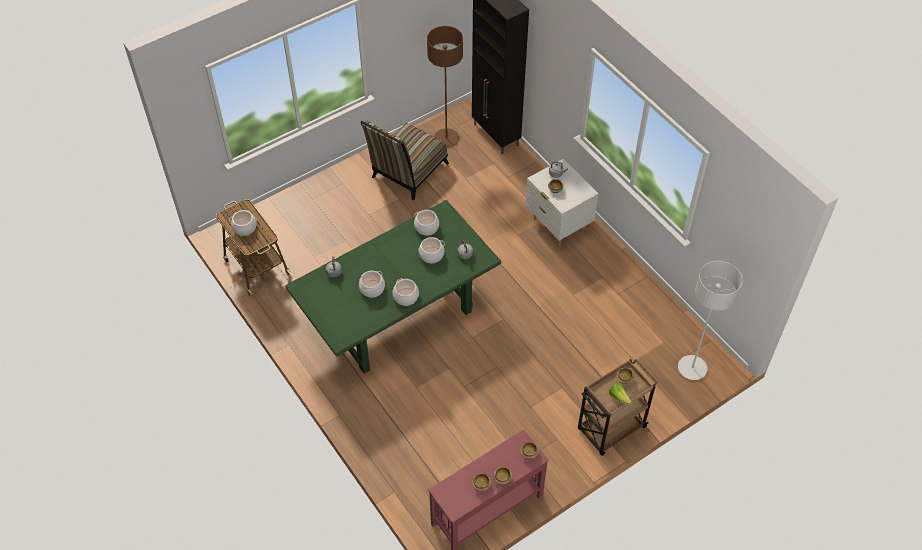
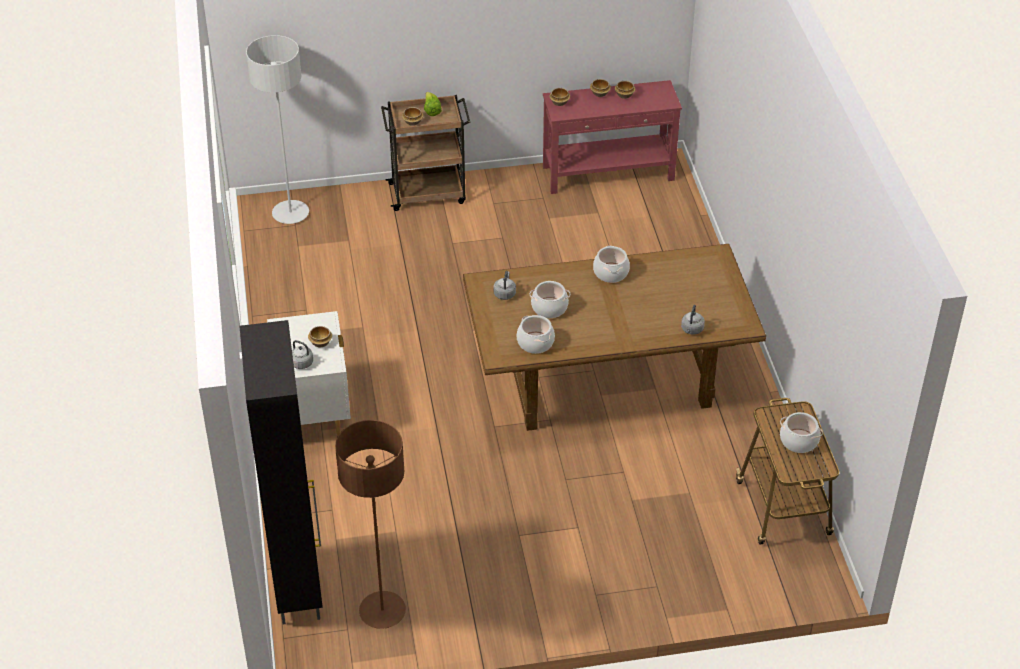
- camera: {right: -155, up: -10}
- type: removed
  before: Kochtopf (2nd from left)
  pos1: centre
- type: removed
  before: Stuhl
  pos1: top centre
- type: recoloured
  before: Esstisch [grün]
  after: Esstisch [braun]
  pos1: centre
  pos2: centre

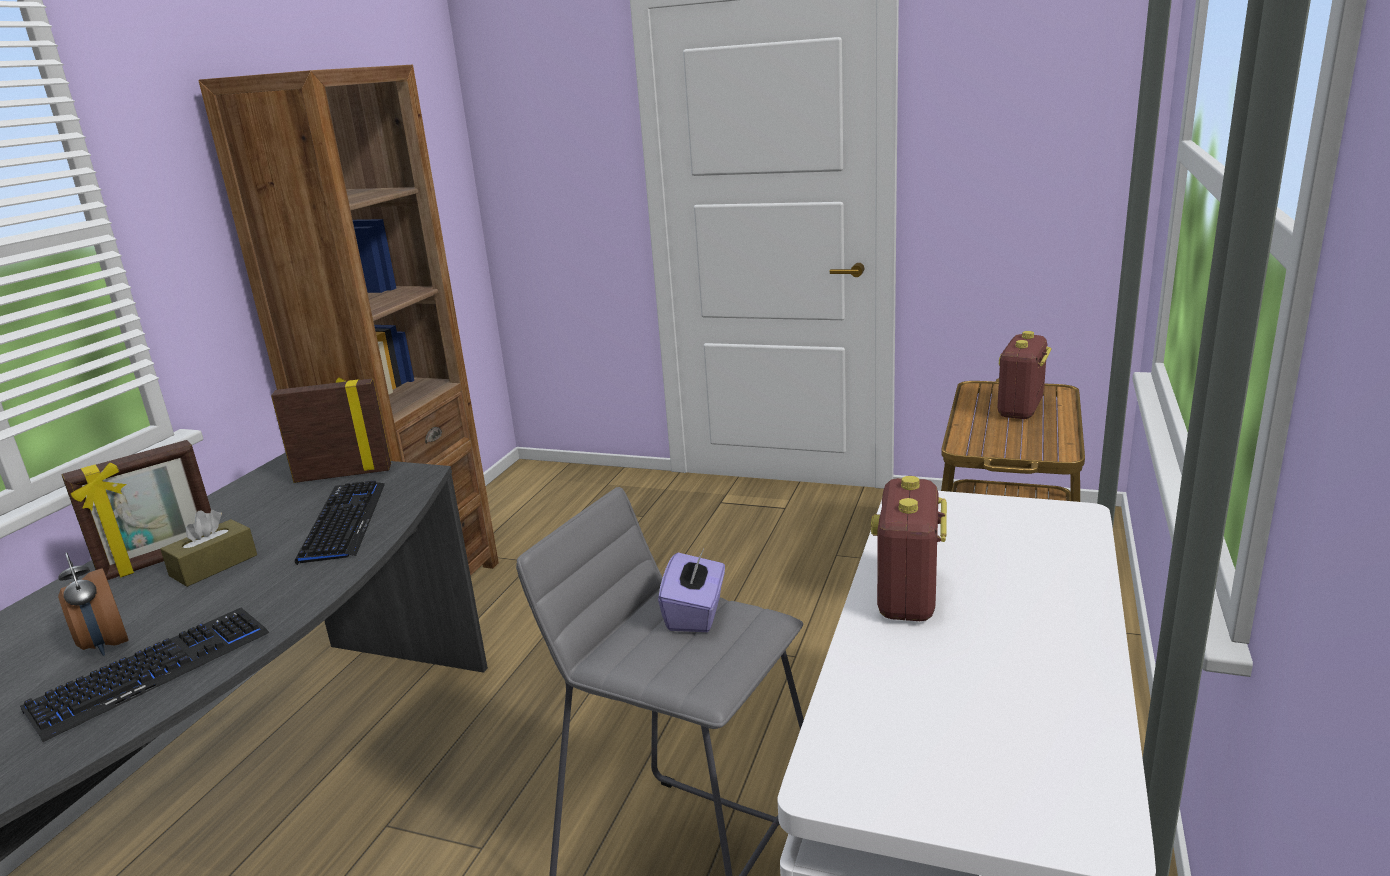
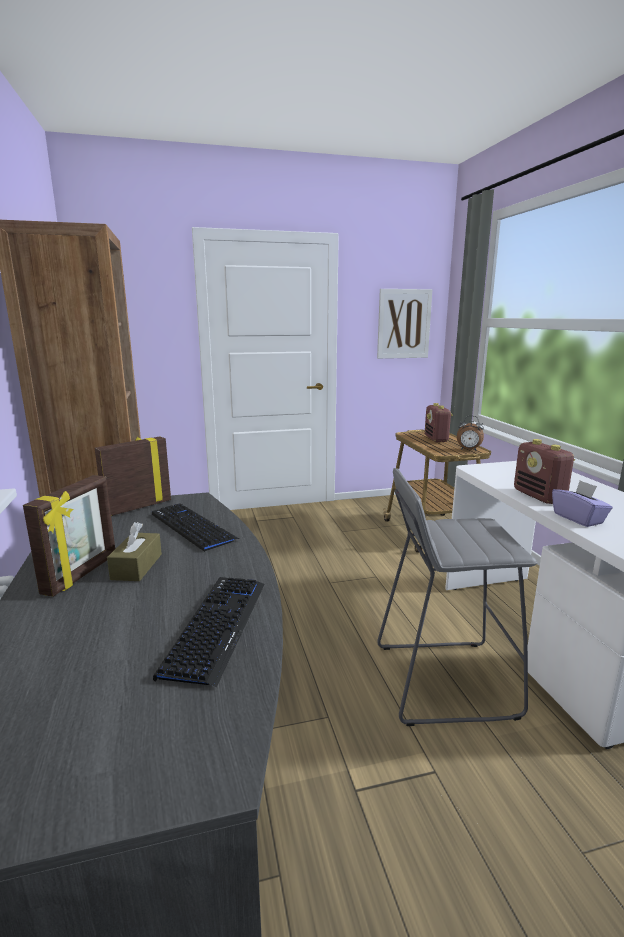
- camera: {right: -35, up: -5}
- type: added
  after: Bild
  pos2: centre
- type: moved
  before: Wecker
  pos1: bottom left
  pos2: middle right
- type: moved
  before: Taschentuchbox [lila]
  pos1: bottom centre
  pos2: middle right

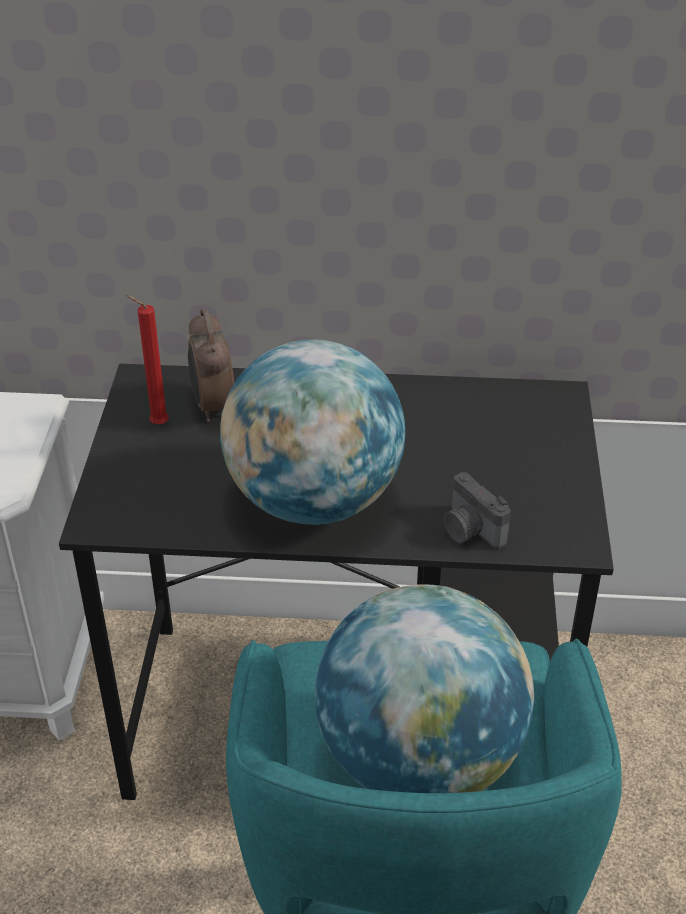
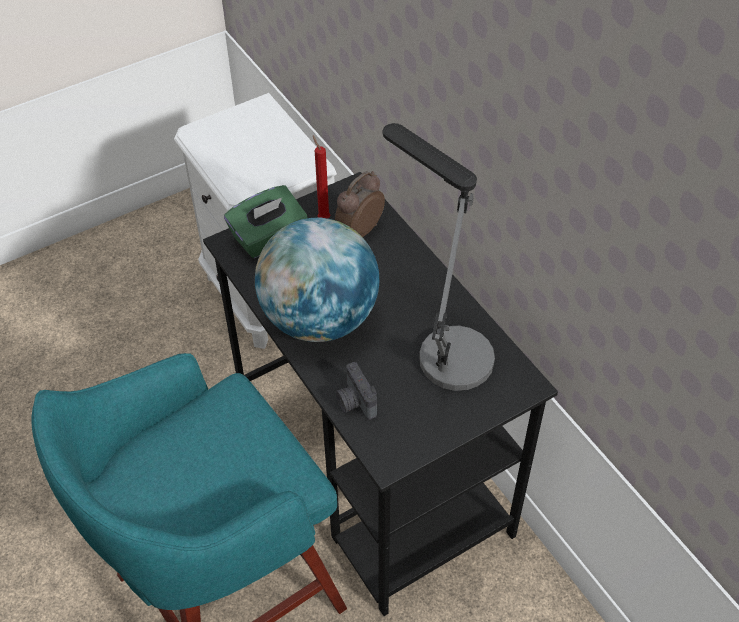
- camera: {right: 55, up: 10}
- type: removed
  before: Globus (2nd from left)
  pos1: bottom centre
- type: added
  after: Taschentuchbox [grün]
  pos2: centre
- type: added
  after: Tischlampe
  pos2: centre
- type: turned
  before: Kamera
  pos1: middle right
  pos2: centre
  turn: -45

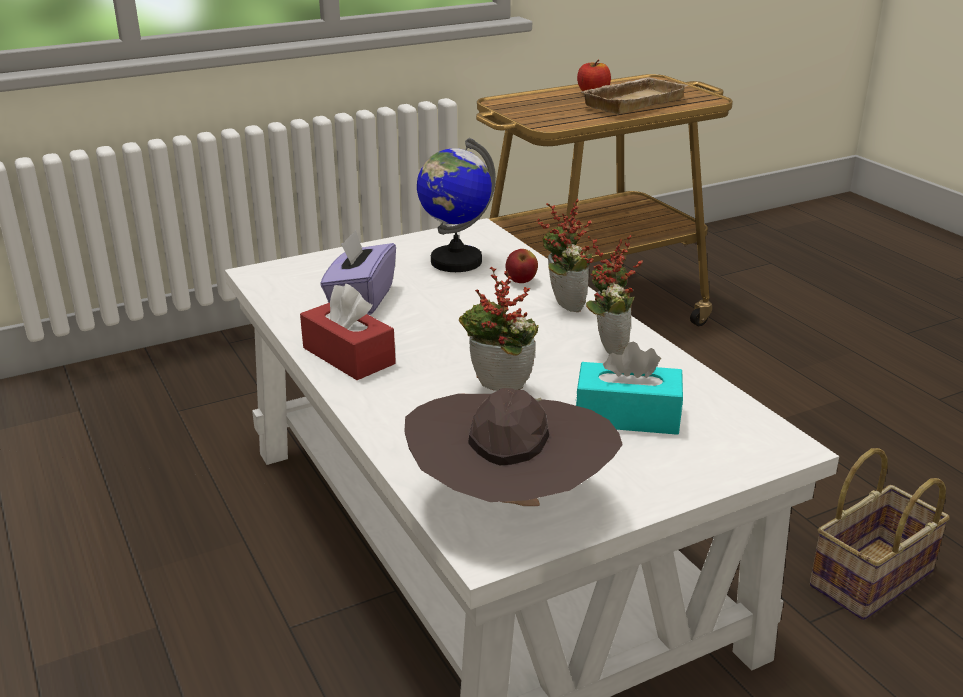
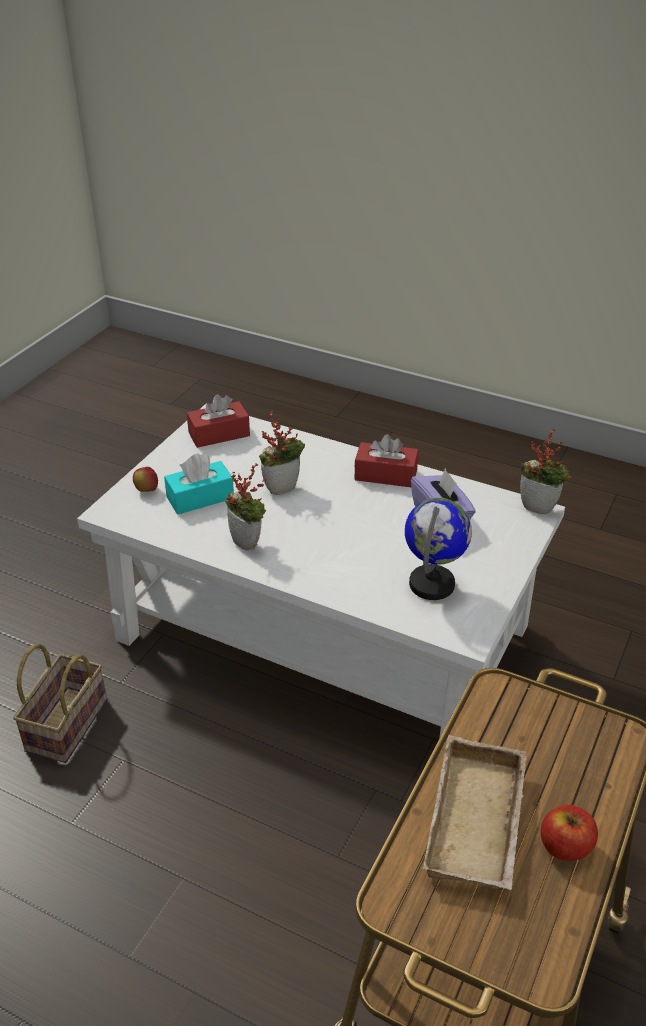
- camera: {right: 145, up: 10}
- type: moved
  before: Apfel (1st from left)
  pos1: centre
  pos2: middle left
- type: moved
  before: Topfpflanze (2nd from left in the first image)
  after: Topfpflanze (3rd from left)
  pos1: centre
  pos2: middle right
- type: replaced
  before: Hut [braun]
  after: Taschentuchbox [rot] (1st from left)
  pos1: centre
  pos2: centre

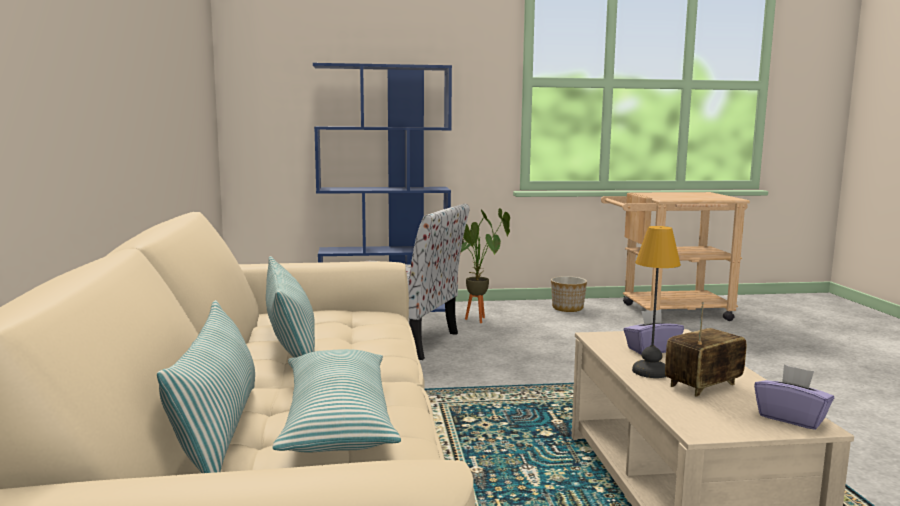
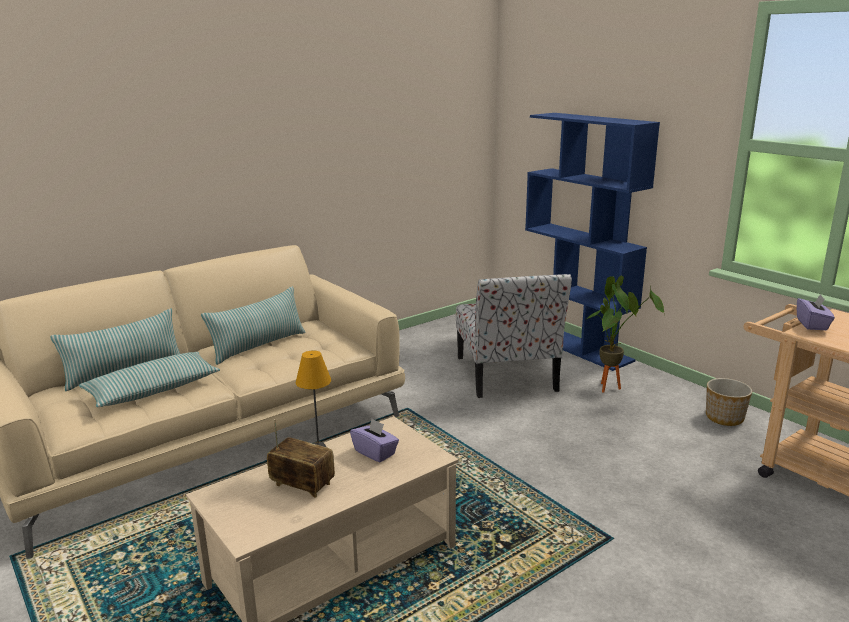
- camera: {right: 60, up: 10}
- type: moved
  before: Taschentuchbox [lila] (2nd from left)
  pos1: bottom right
  pos2: middle right

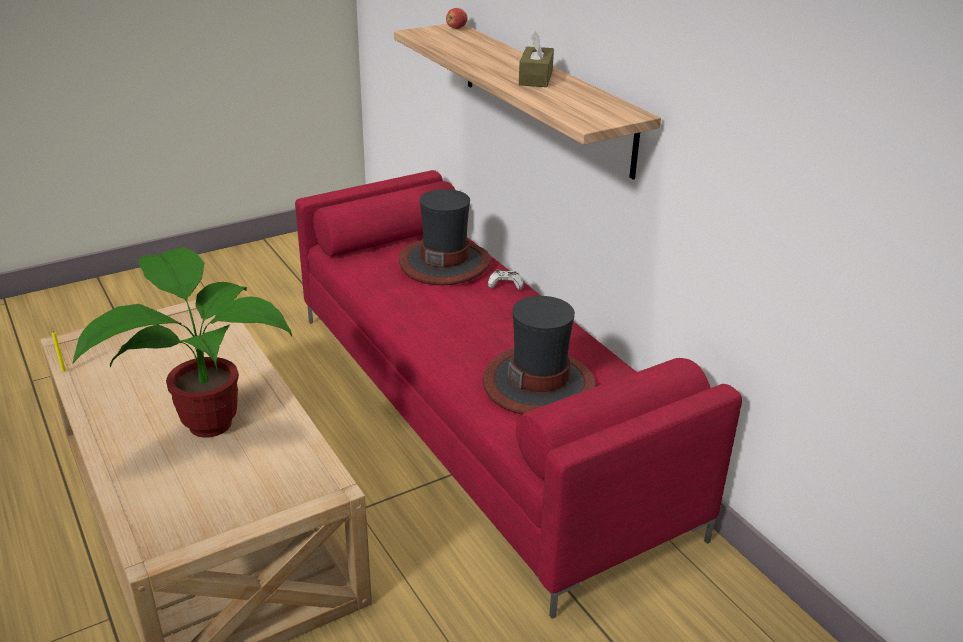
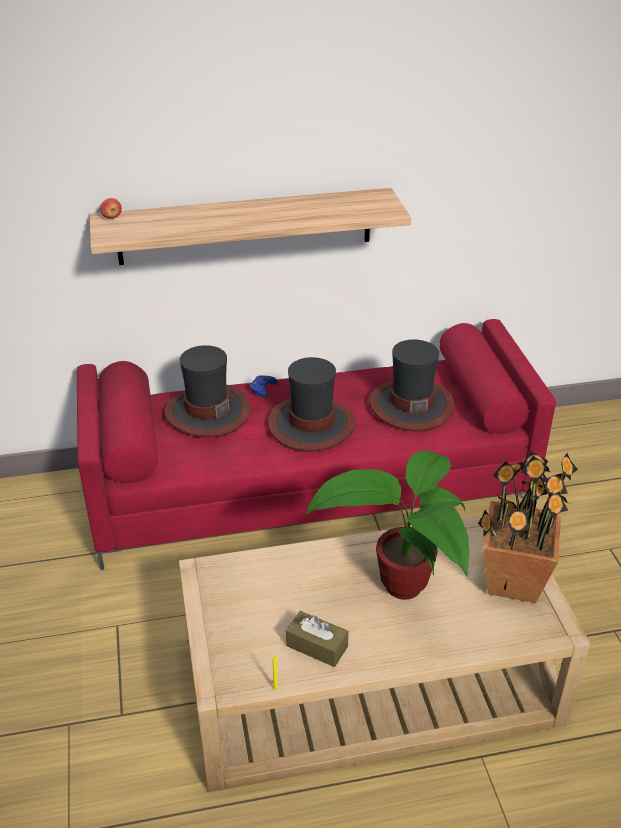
- camera: {right: -70, up: 5}
- type: added
  after: Hut (2nd from left)
  pos2: centre
- type: added
  after: Topfpflanze (2nd from left)
  pos2: middle right
- type: moved
  before: Taschentuchbox [braun]
  pos1: top centre
  pos2: bottom centre
- type: recoloured
  before: Gamepad [weiß]
  after: Gamepad [blau]
  pos1: centre
  pos2: centre

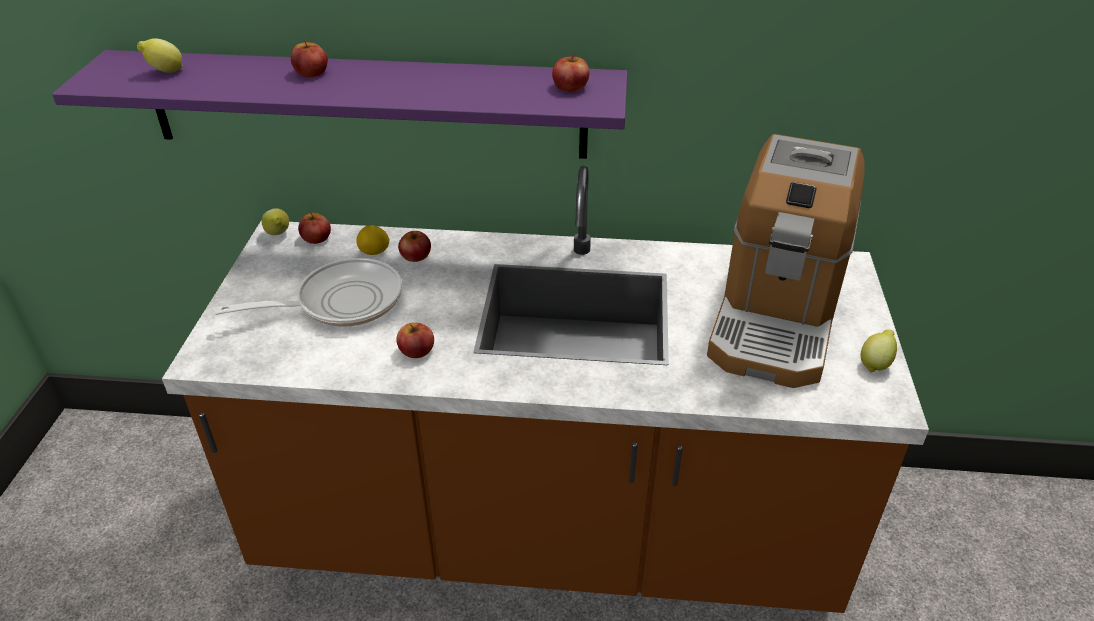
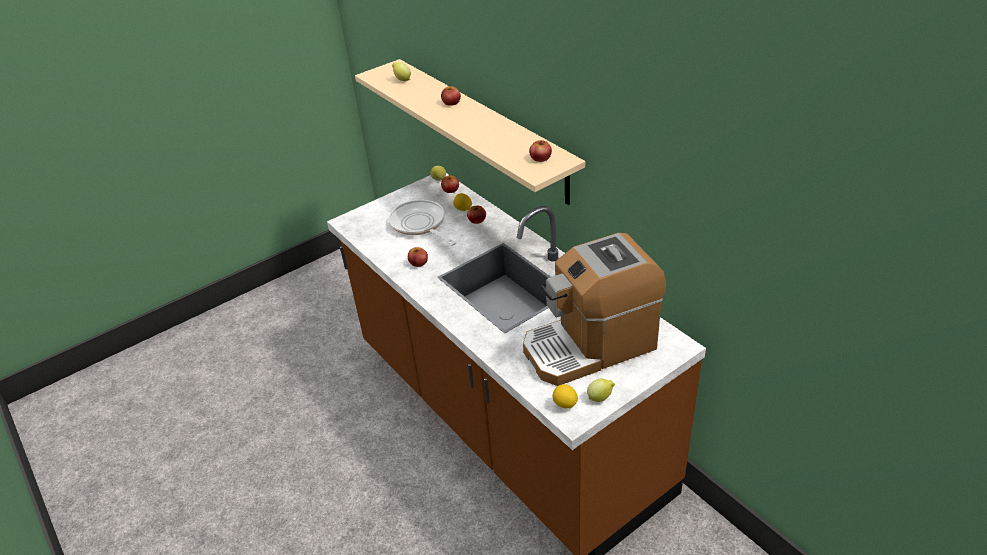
- camera: {right: 50, up: 0}
- type: added
  after: Zitrone (4th from left)
  pos2: bottom centre
- type: recoloured
  before: Wandregal [lila]
  after: Wandregal [beige]
  pos1: top left
  pos2: top centre
- type: turned
  before: Pfanne
  pos1: middle left
  pos2: centre
  turn: -150

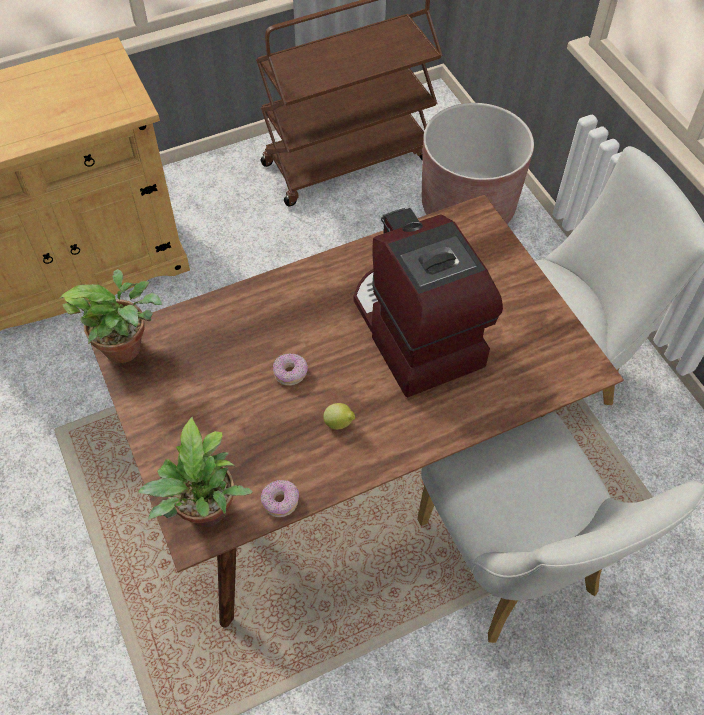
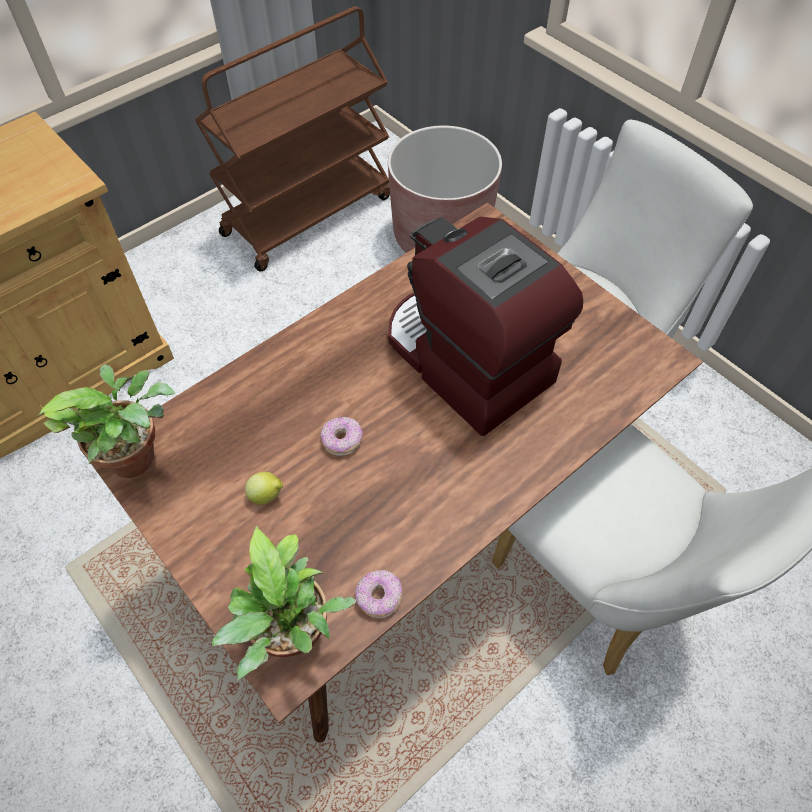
- camera: {right: -15, up: 0}
- type: moved
  before: Zitrone
  pos1: centre
  pos2: middle left

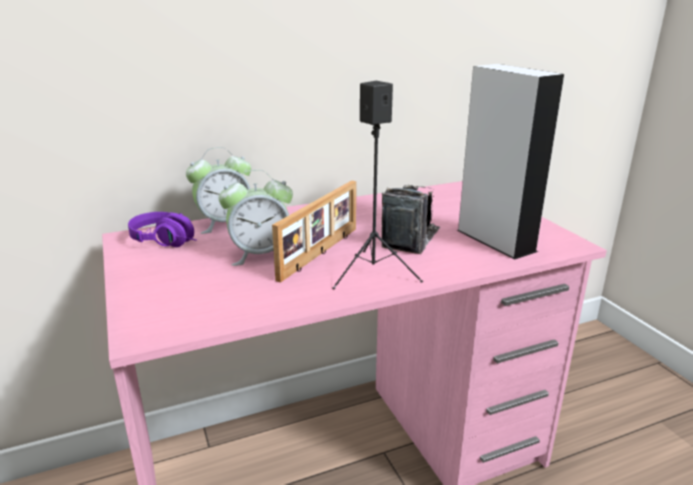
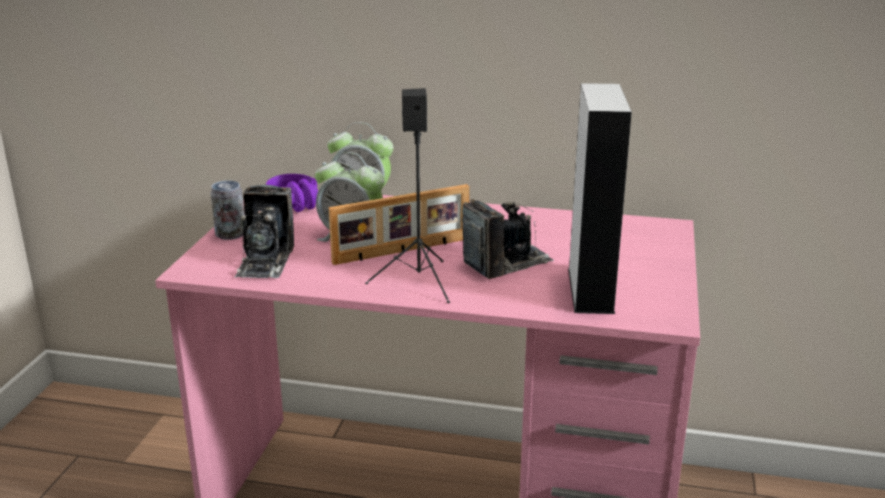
- camera: {right: 35, up: 0}
- type: added
  after: Dose
  pos2: middle left
- type: added
  after: Kamera (1st from left)
  pos2: middle left

